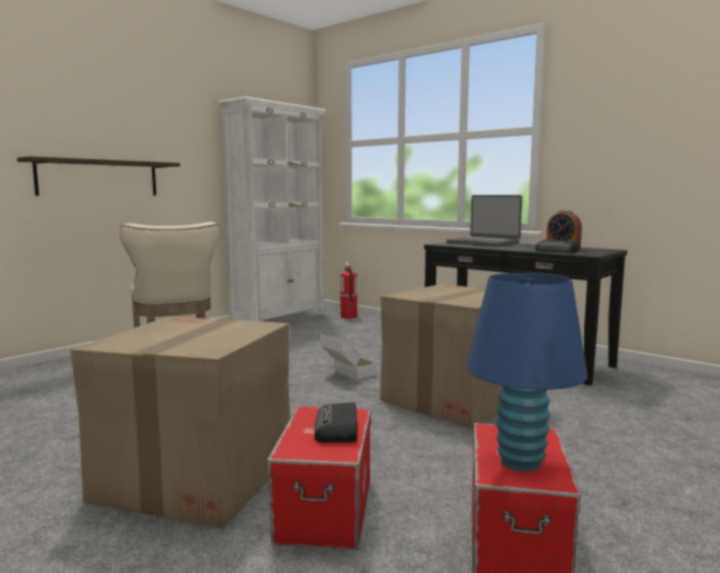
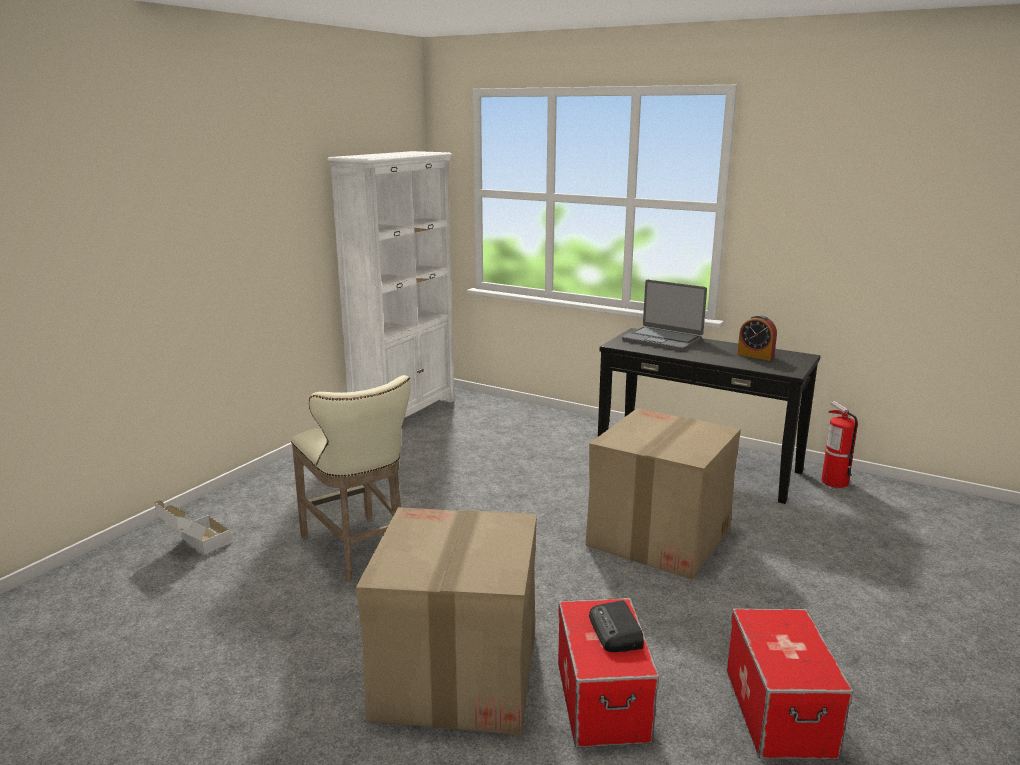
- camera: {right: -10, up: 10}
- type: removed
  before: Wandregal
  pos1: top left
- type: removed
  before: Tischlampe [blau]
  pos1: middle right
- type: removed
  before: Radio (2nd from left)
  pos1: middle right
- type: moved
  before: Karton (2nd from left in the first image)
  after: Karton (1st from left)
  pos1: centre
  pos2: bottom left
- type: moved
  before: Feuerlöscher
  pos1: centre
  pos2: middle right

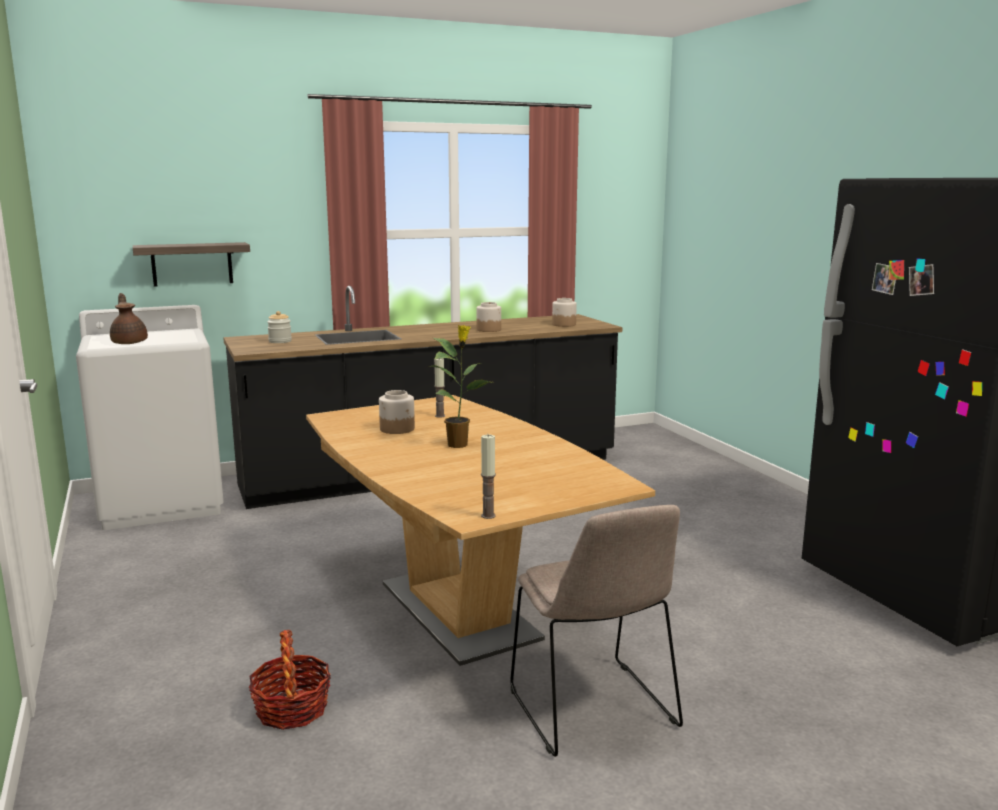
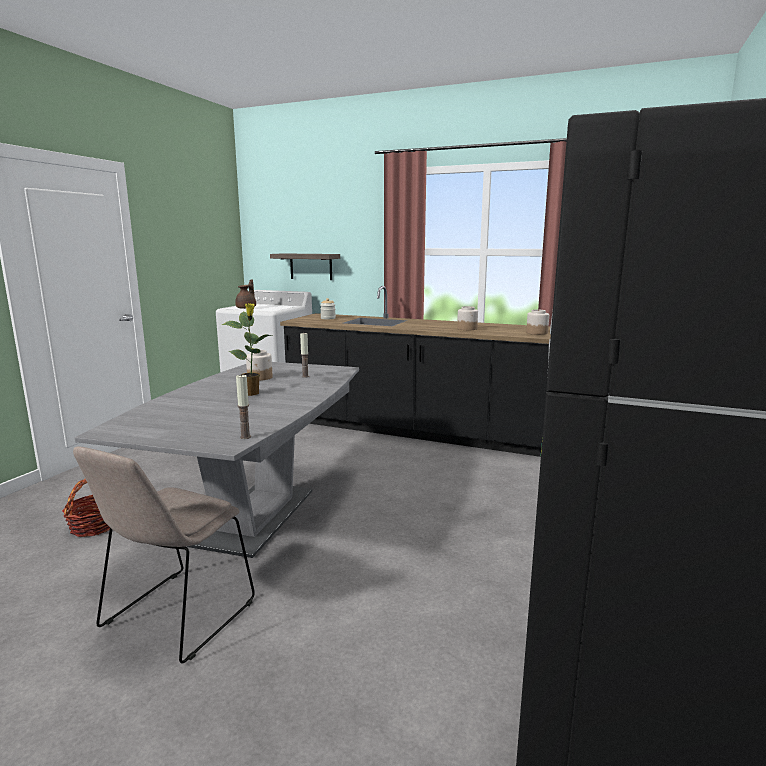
- camera: {right: 45, up: 0}
- type: moved
  before: Kerze (2nd from left in the first image)
  after: Kerze (1st from left)
  pos1: centre
  pos2: middle left
- type: recoloured
  before: Esstisch [braun]
  after: Esstisch [grau]
  pos1: centre
  pos2: middle left

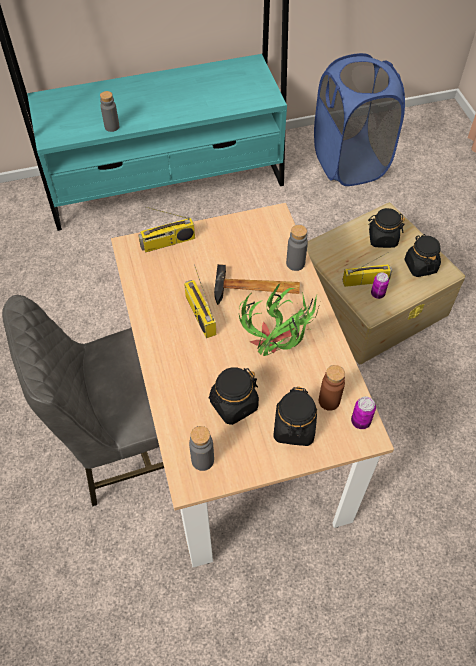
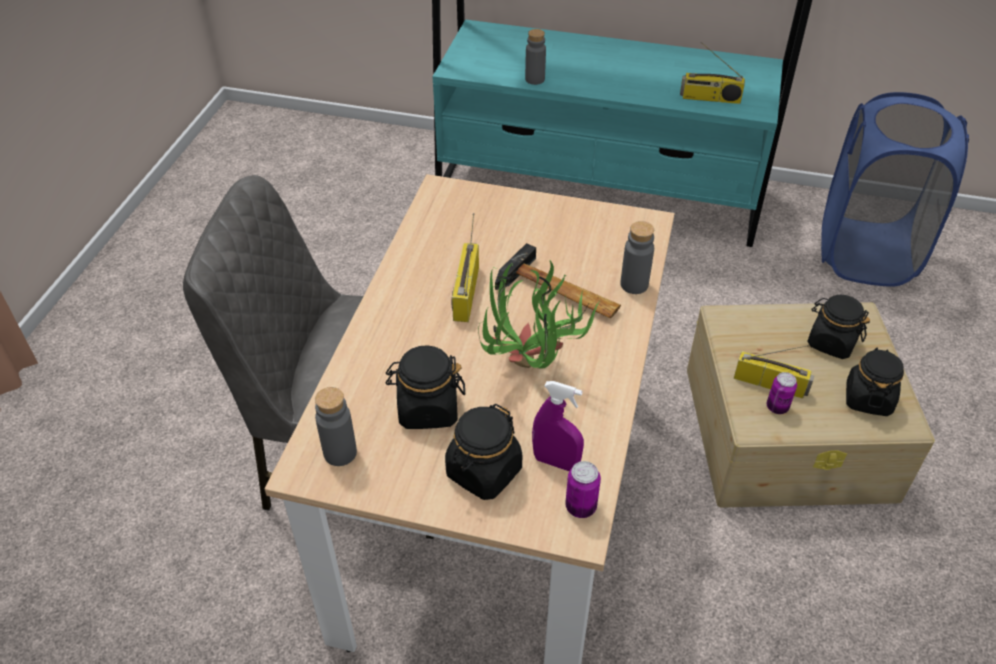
- camera: {right: 30, up: -10}
- type: moved
  before: Radio (1st from left in the first image)
  after: Radio (2nd from left)
  pos1: centre
  pos2: top right
- type: replaced
  before: Flasche [braun]
  after: Sprühflasche [lila]
  pos1: middle right
  pos2: centre

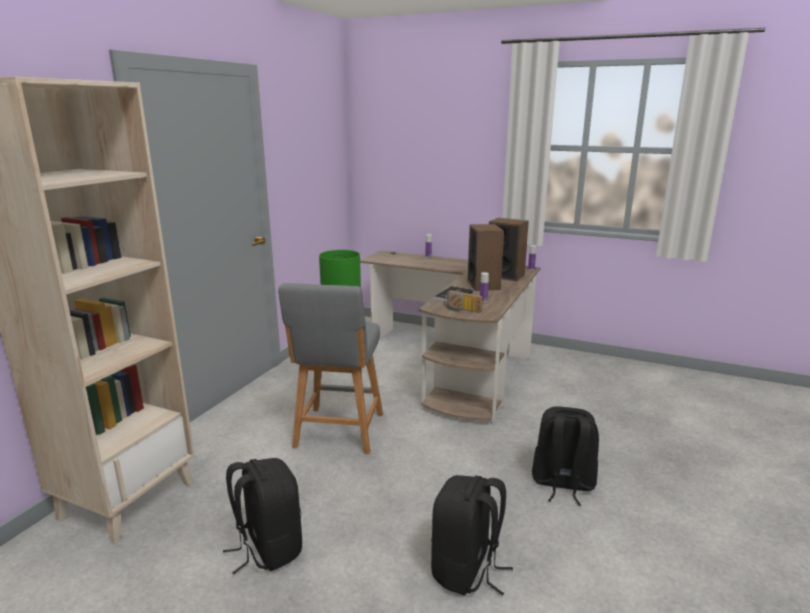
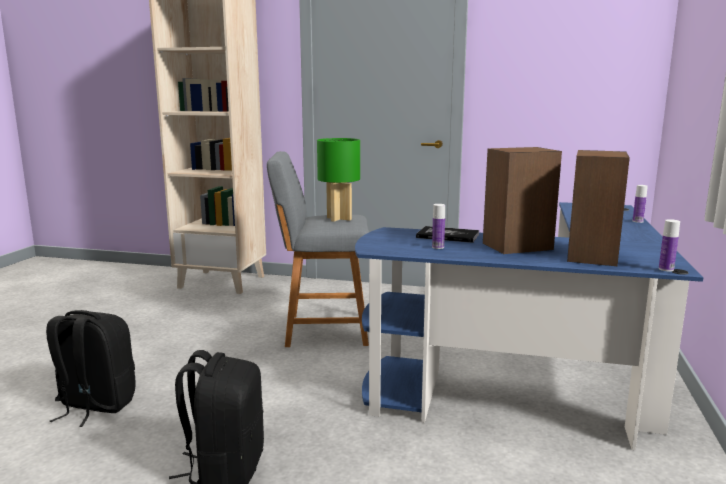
- camera: {right: 80, up: -5}
- type: removed
  before: Rucksack [schwarz] (1st from left)
  pos1: bottom left
- type: removed
  before: Radio
  pos1: centre
- type: recoloured
  before: Schreibtisch [braun]
  after: Schreibtisch [blau]
  pos1: centre
  pos2: bottom right

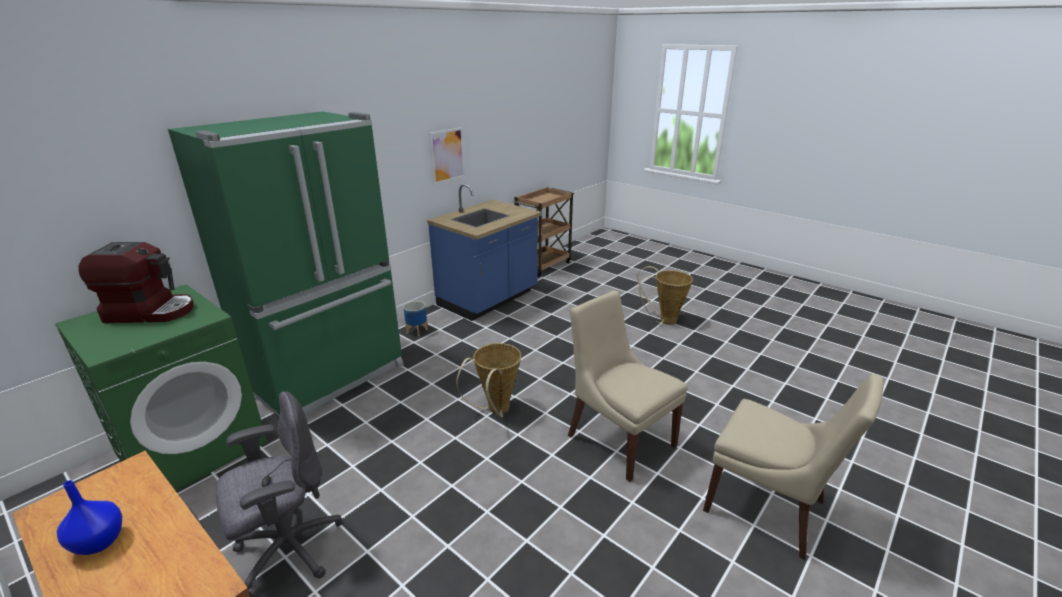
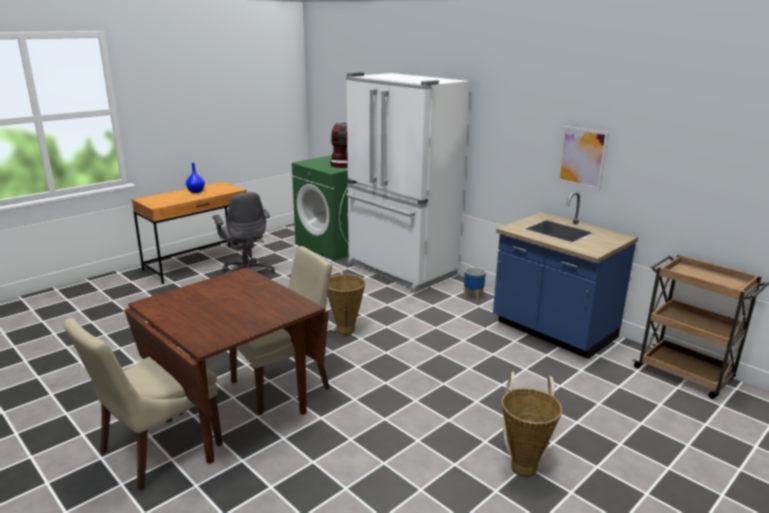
- camera: {right: 95, up: -5}
- type: added
  after: Esstisch [braun]
  pos2: bottom left
- type: recoloured
  before: Kühlschrank [grün]
  after: Kühlschrank [weiß]
  pos1: middle left
  pos2: centre

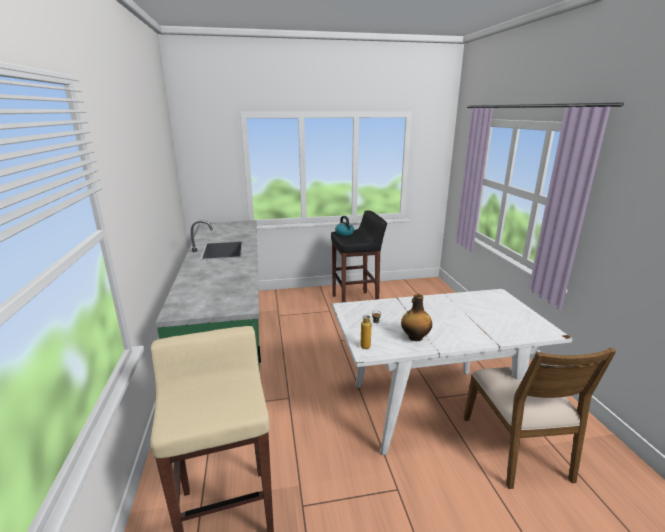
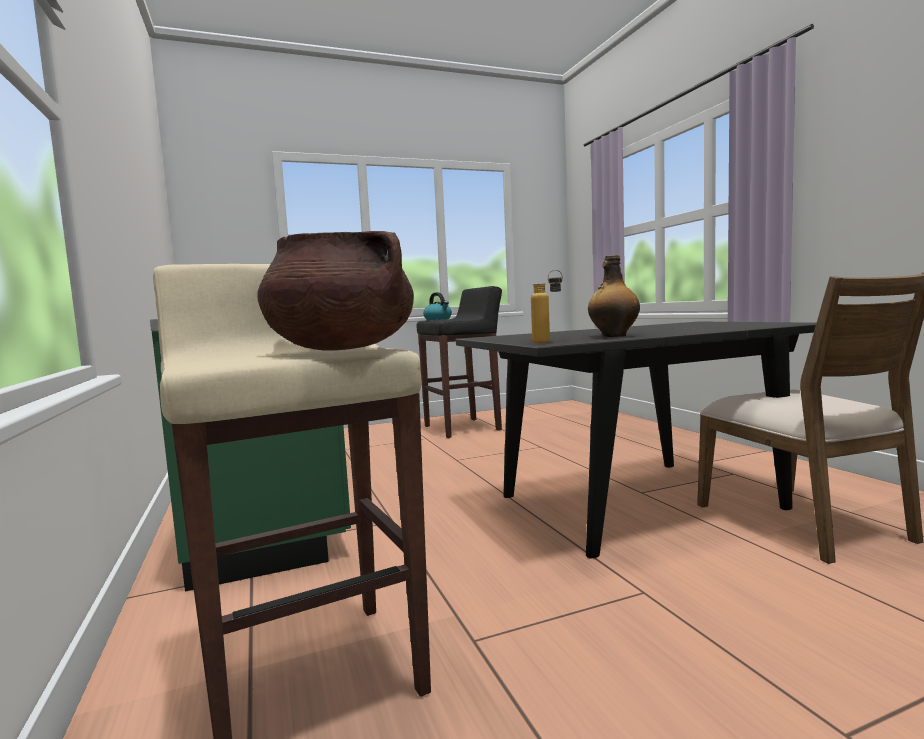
- camera: {right: -10, up: -15}
- type: added
  after: Kochtopf [braun]
  pos2: centre
- type: recoloured
  before: Esstisch [weiß]
  after: Esstisch [schwarz]
  pos1: bottom right
  pos2: middle right

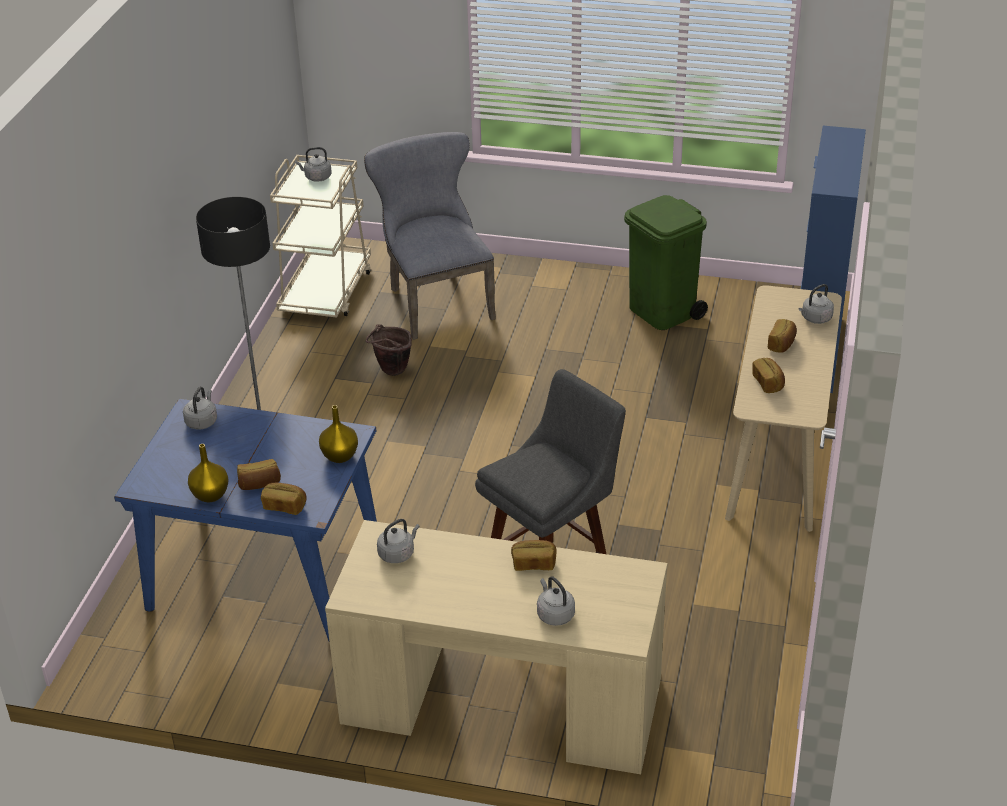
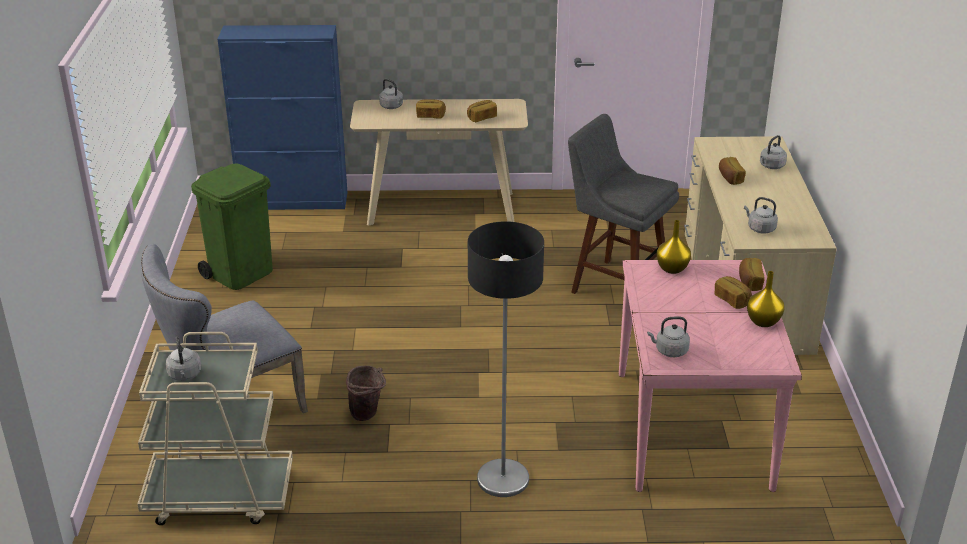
- camera: {right: -105, up: -5}
- type: recoloured
  before: Esstisch [blau]
  after: Esstisch [rosa]
  pos1: middle left
  pos2: bottom right

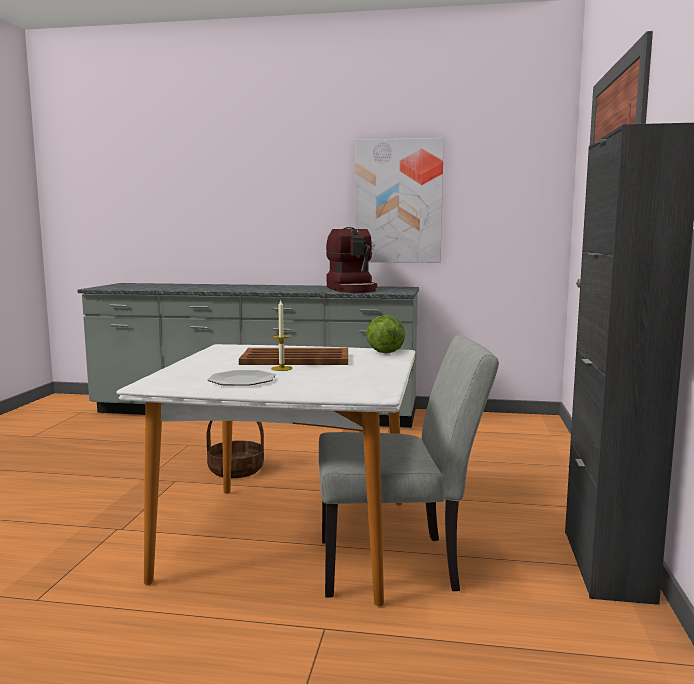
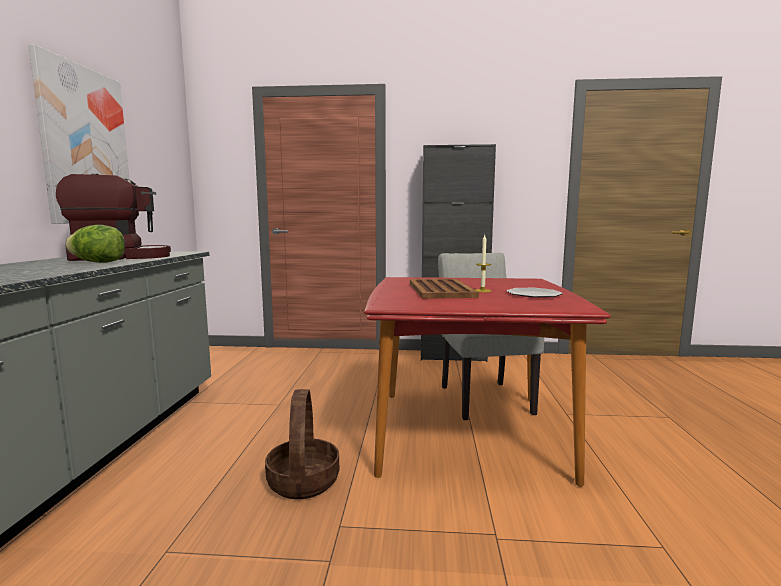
- camera: {right: -95, up: 0}
- type: moved
  before: Salatkopf
  pos1: centre
  pos2: middle left
- type: recoloured
  before: Esstisch [weiß]
  after: Esstisch [rot]
  pos1: bottom centre
  pos2: centre

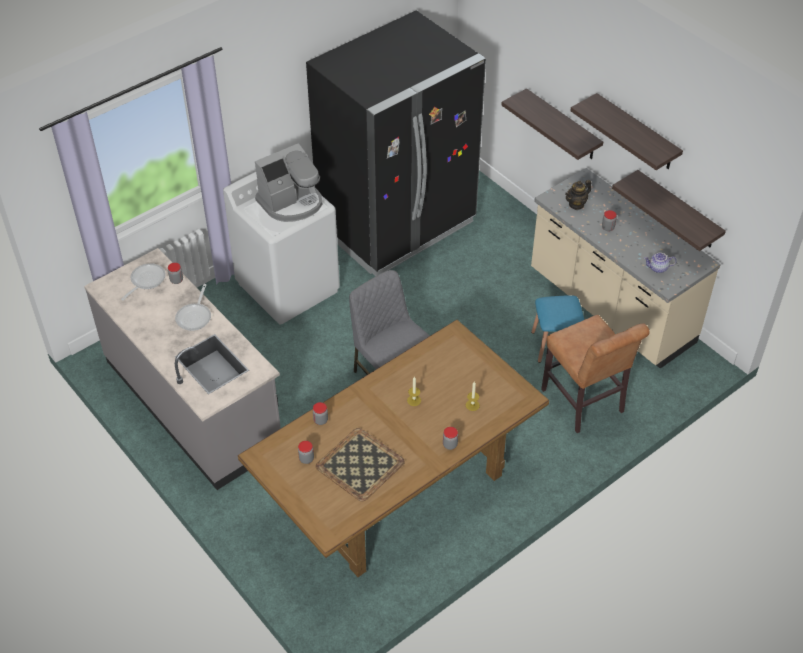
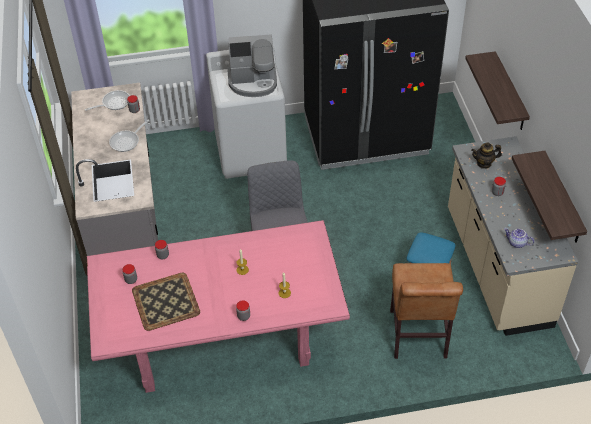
- camera: {right: 30, up: 0}
- type: removed
  before: Wandregal (2nd from left)
  pos1: top right
- type: recoloured
  before: Esstisch [braun]
  after: Esstisch [rosa]
  pos1: bottom centre
  pos2: bottom centre

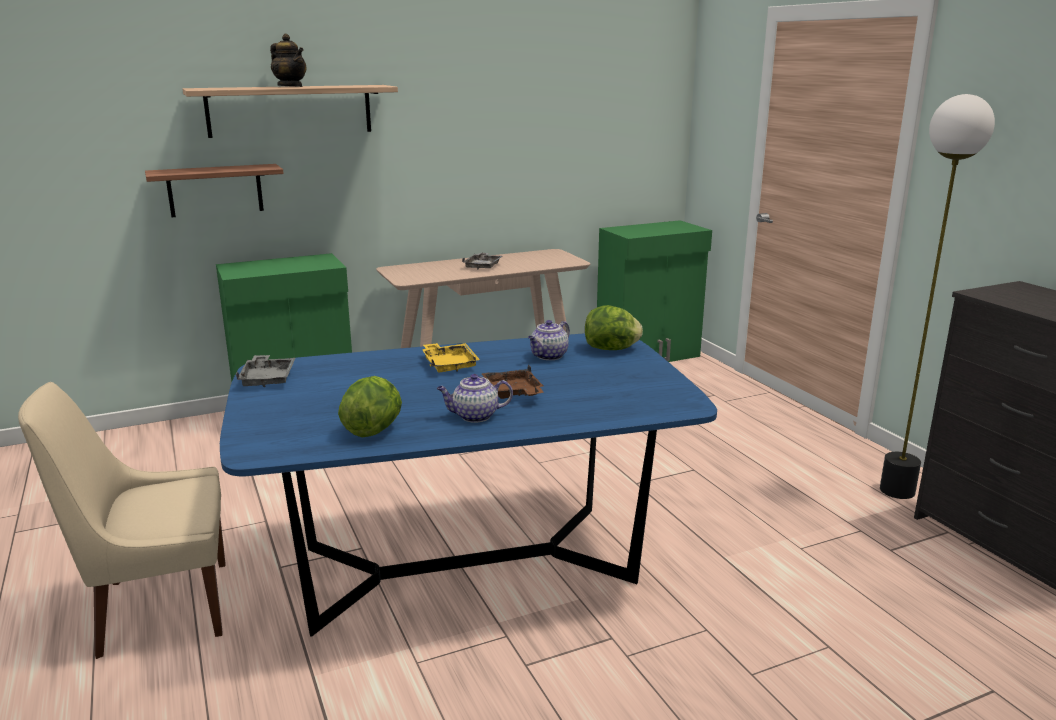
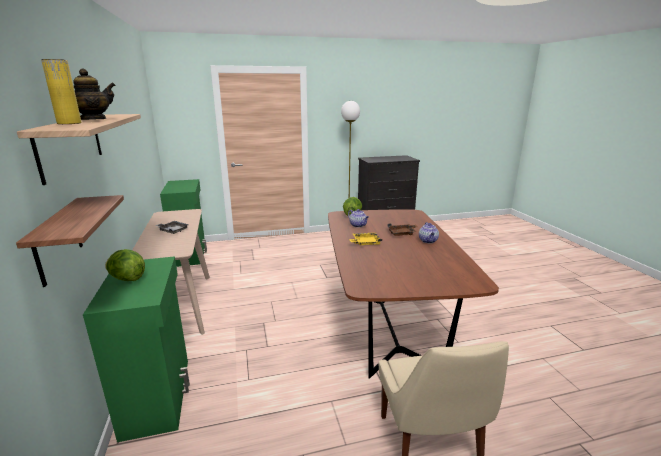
- camera: {right: -80, up: 0}
- type: removed
  before: Tablett [grau] (1st from left)
  pos1: middle left
- type: added
  after: Vase [gelb]
  pos2: top left
- type: moved
  before: Salatkopf (1st from left)
  pos1: centre
  pos2: middle left
- type: recoloured
  before: Esstisch [blau]
  after: Esstisch [braun]
  pos1: bottom centre
  pos2: centre

